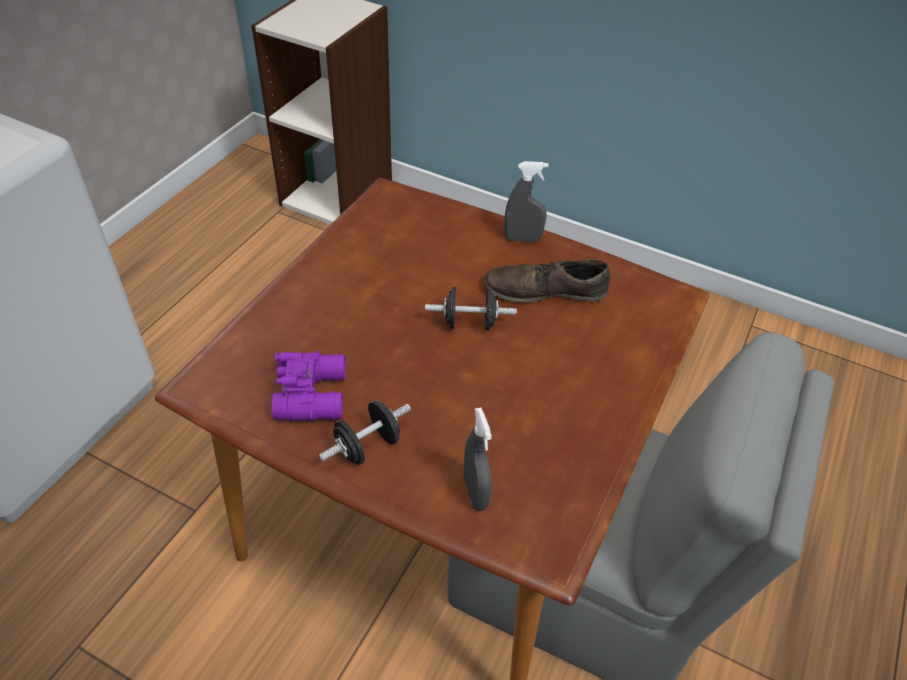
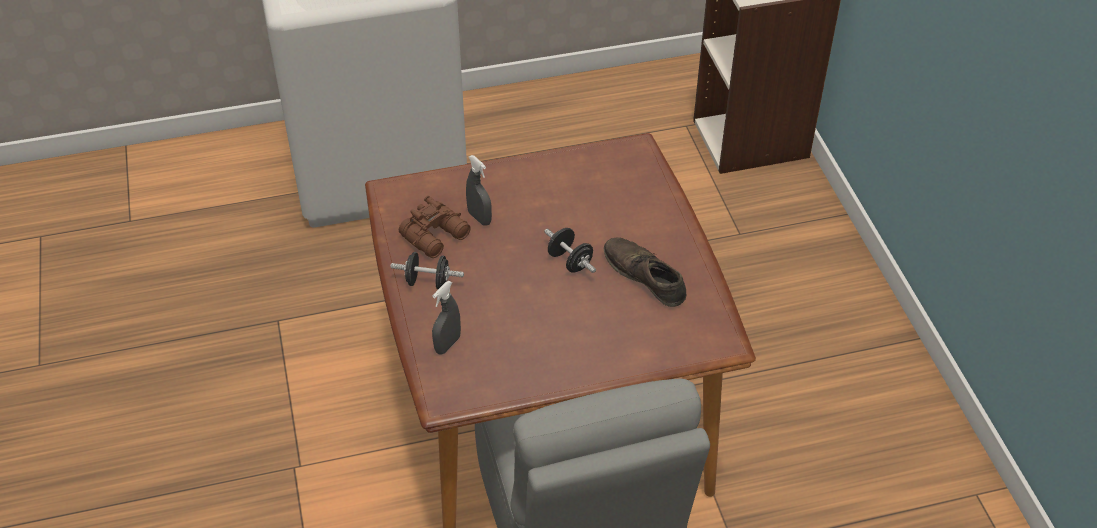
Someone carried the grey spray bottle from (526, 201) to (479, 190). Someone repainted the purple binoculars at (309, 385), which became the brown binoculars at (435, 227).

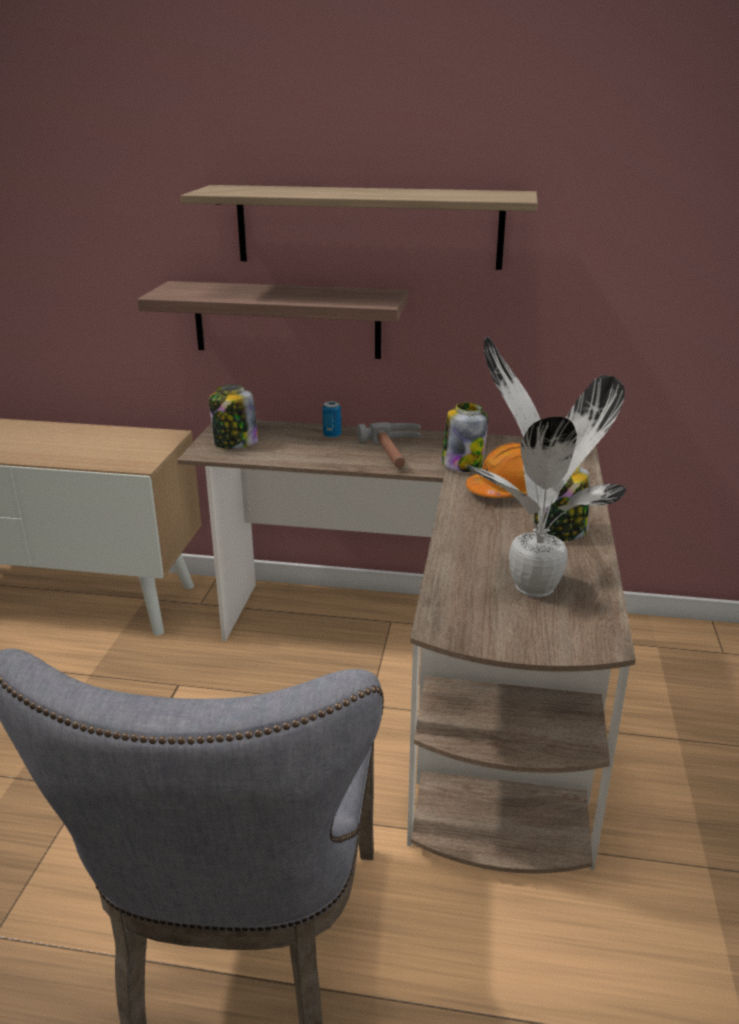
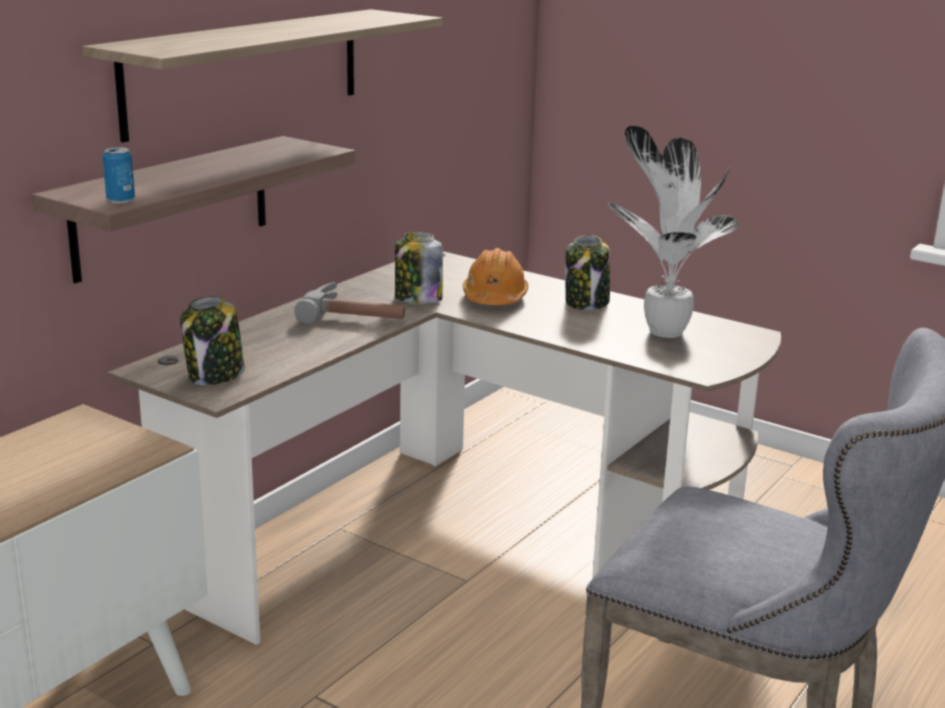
Someone carried the can from (332, 419) to (118, 175).

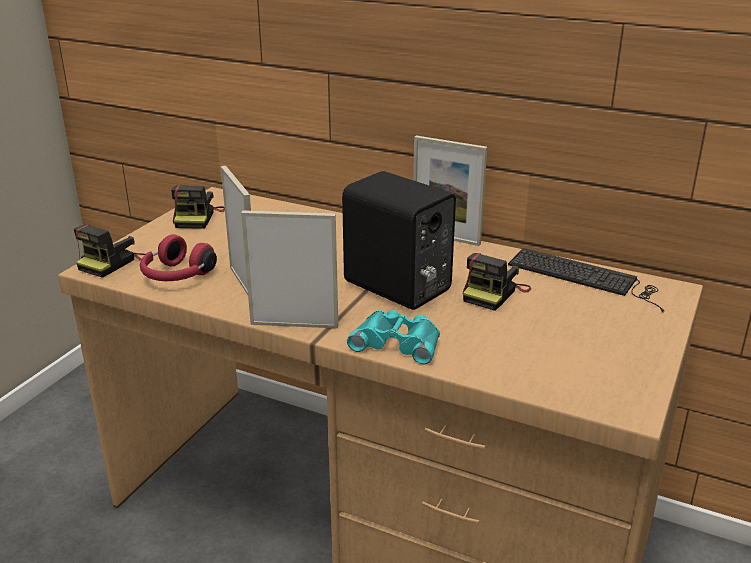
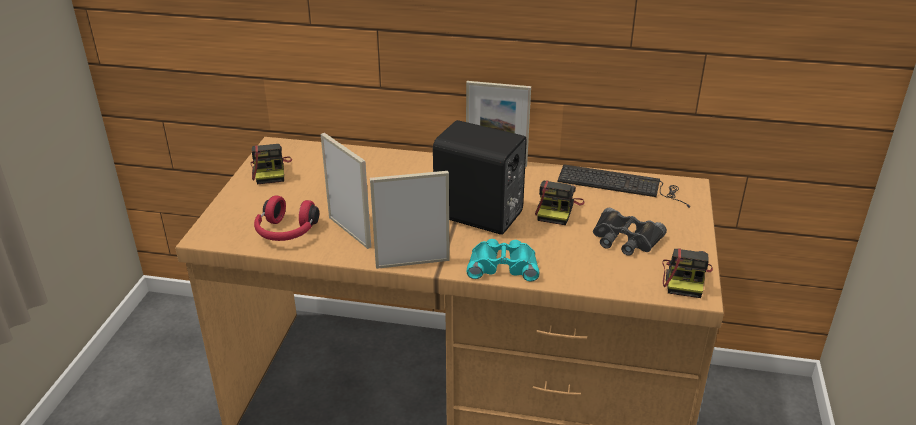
Someone put down the black binoculars at (630, 232). Someone carried the photo camera from (109, 251) to (687, 273).

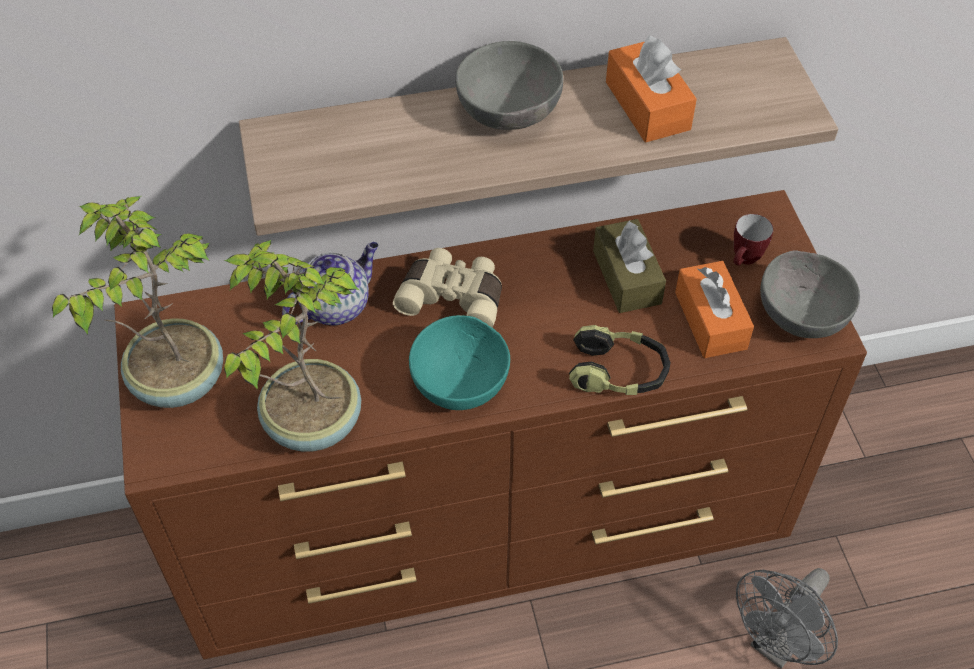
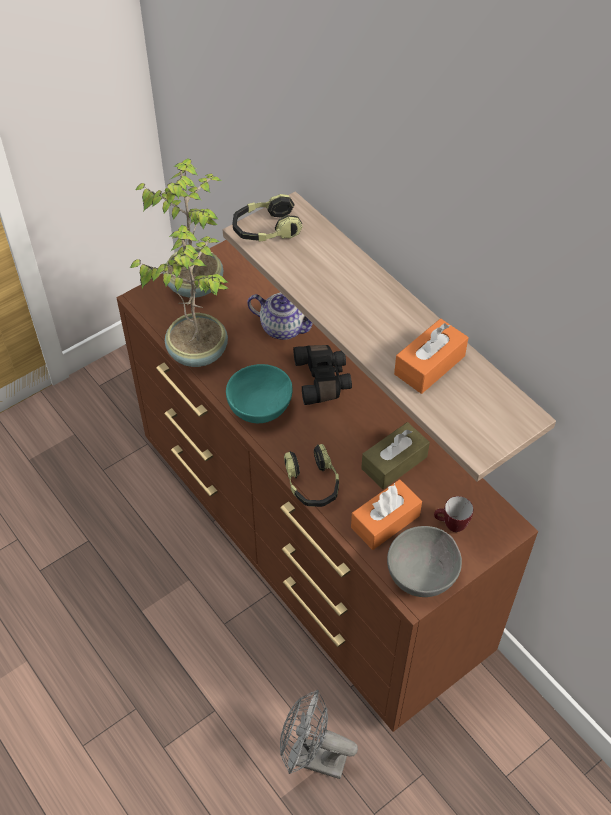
Someone took away the grey bowl at (509, 85). Someone put down the headphones at (268, 218). Someone repainted the beige binoculars at (447, 288), which became the black binoculars at (322, 375).

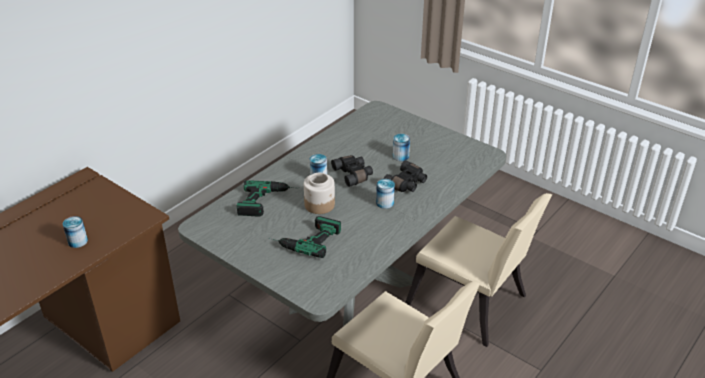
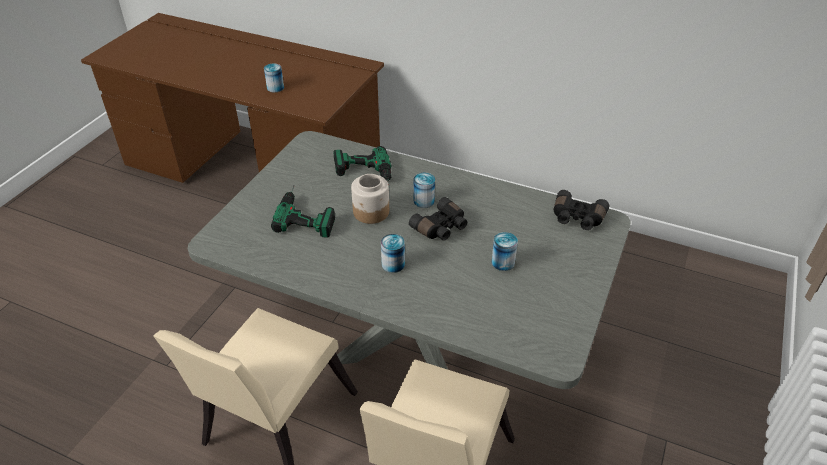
Someone carried the black binoculars from (405, 176) to (581, 210).

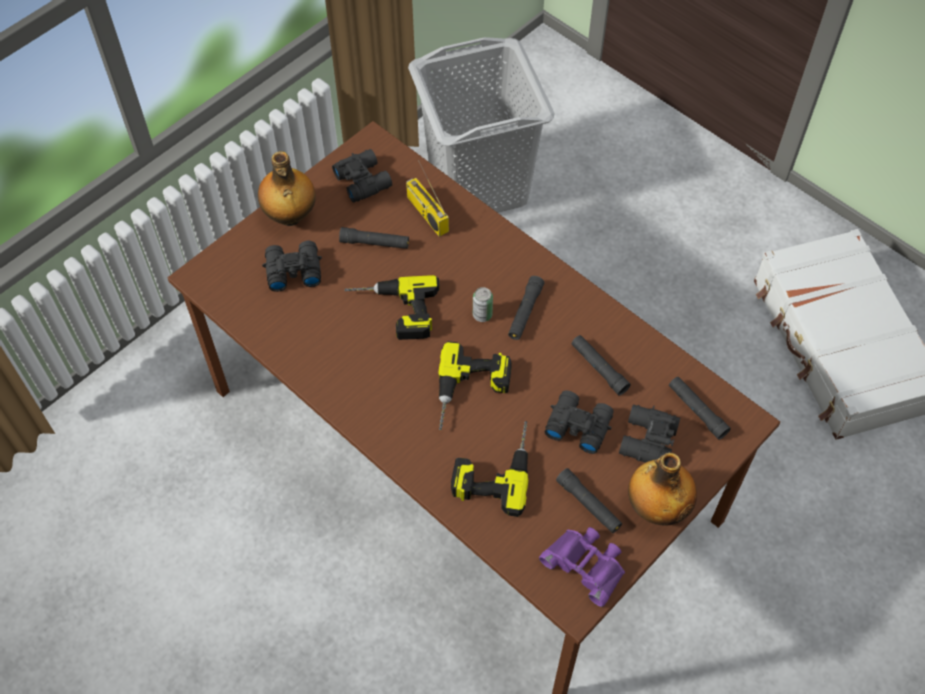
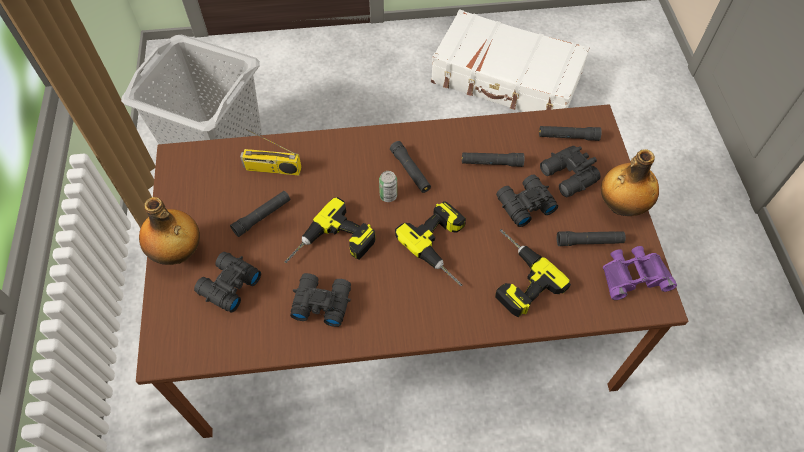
Someone carried the black binoculars from (362, 175) to (320, 300).

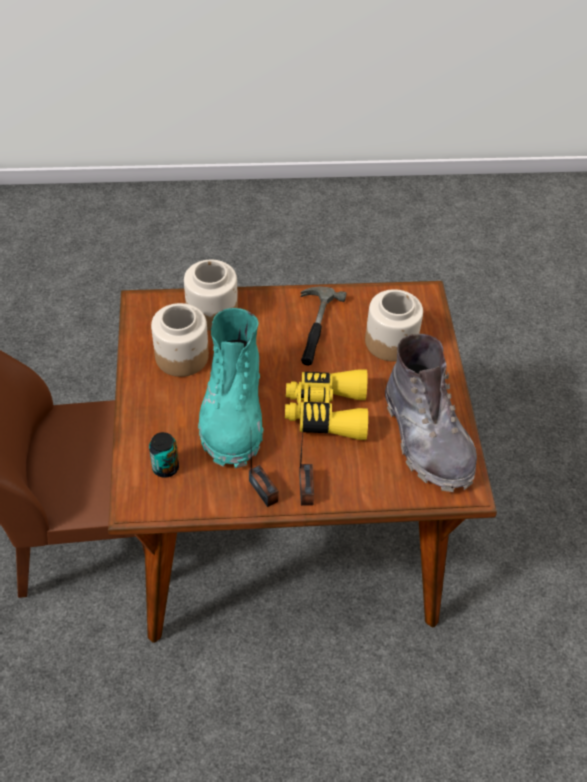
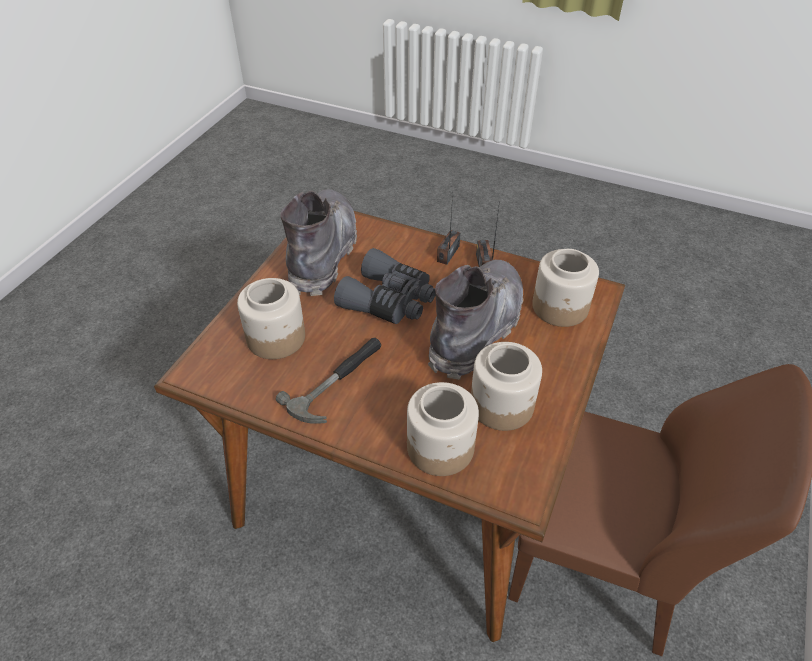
Someone swapped the can at (164, 455) for the jar at (565, 288). Someone repainted the turquoise boot at (231, 388), which became the grey boot at (475, 320). Someone repainted the yellow binoculars at (326, 404), which became the grey binoculars at (384, 286).

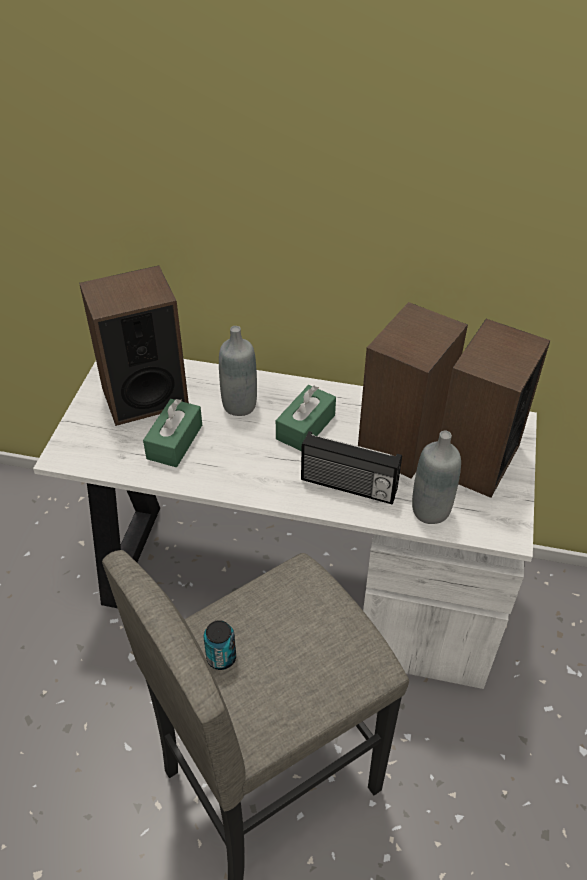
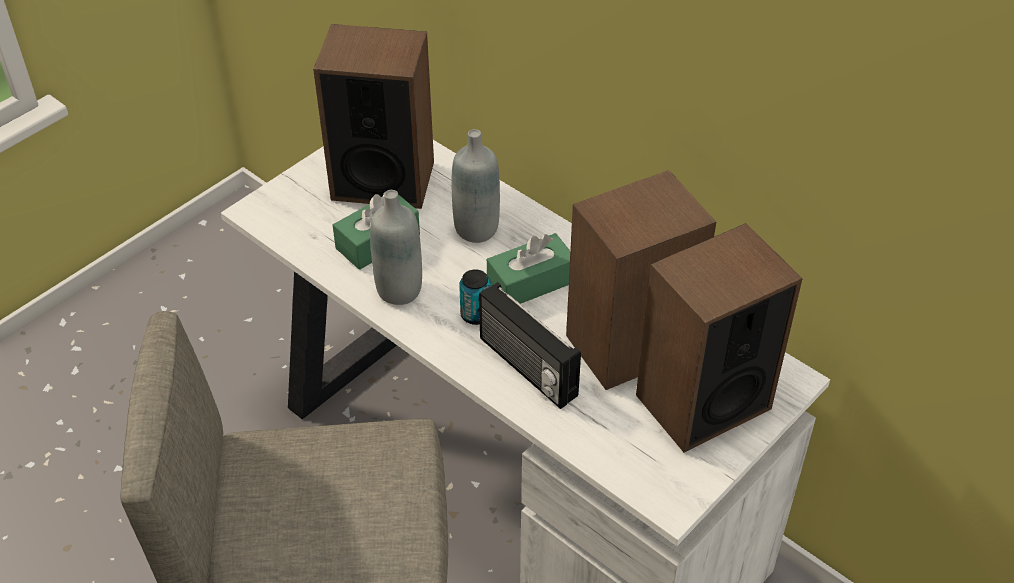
Someone carried the can from (220, 645) to (475, 297). Someone carried the grey bottle from (436, 477) to (396, 247).

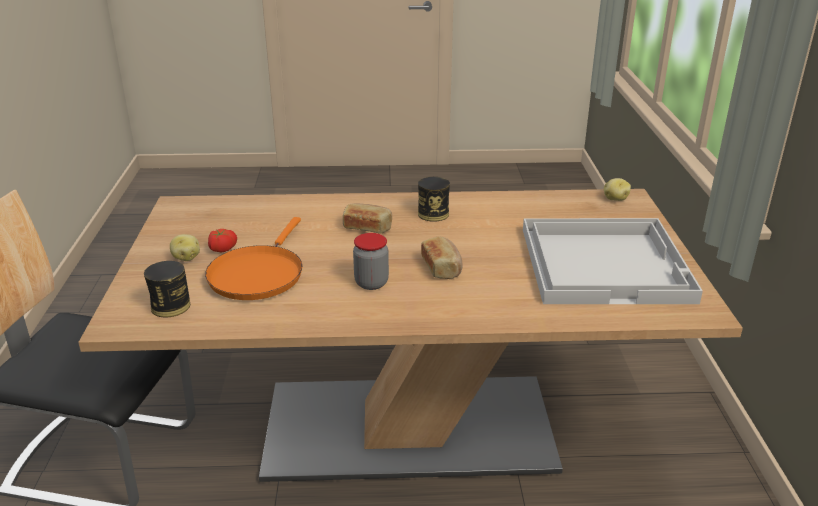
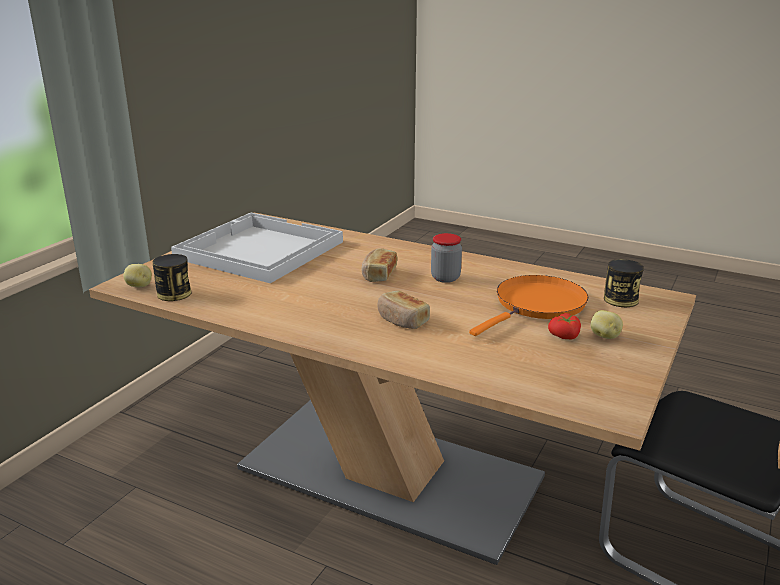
Someone carried the can from (434, 199) to (171, 277).

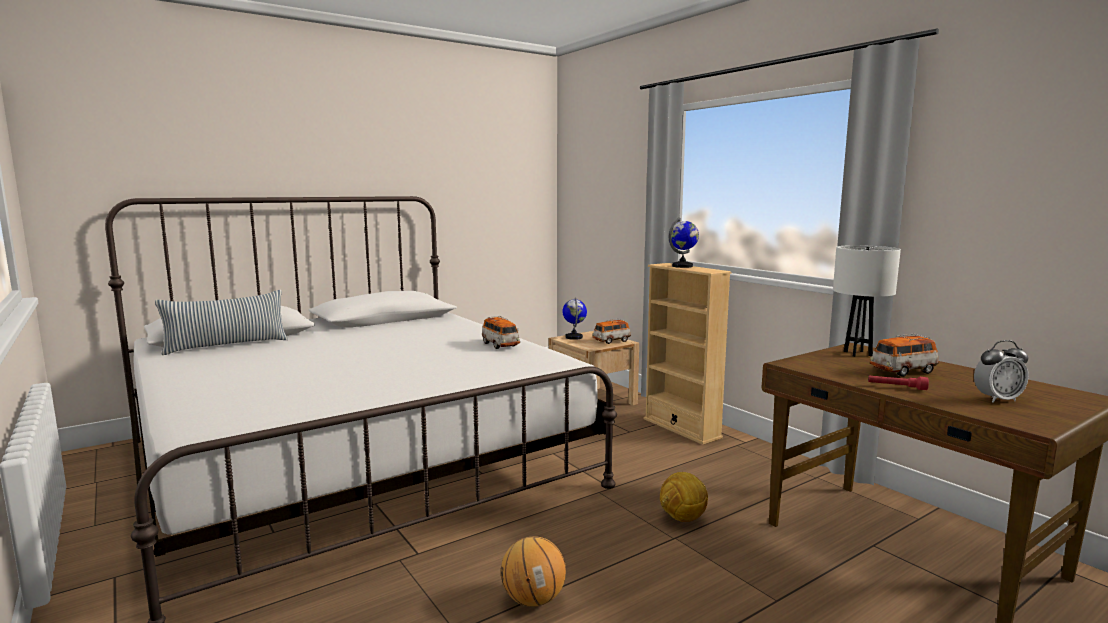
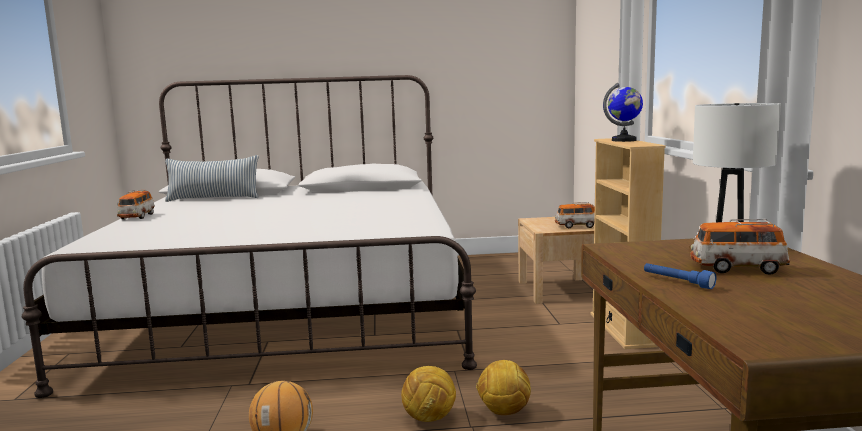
Someone took away the globe at (575, 318). Someone took away the alarm clock at (1001, 371). Someone put down the football at (428, 394). Someone carried the toy car from (501, 332) to (136, 205). Someone repainted the red flashlight at (898, 383), which became the blue flashlight at (680, 276).

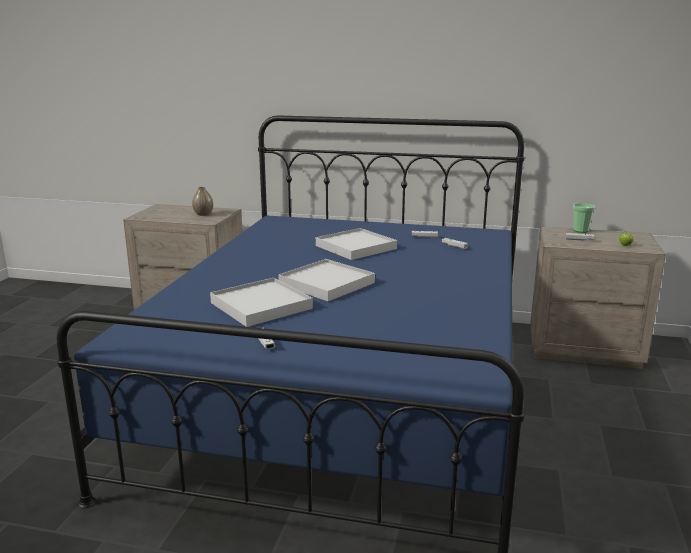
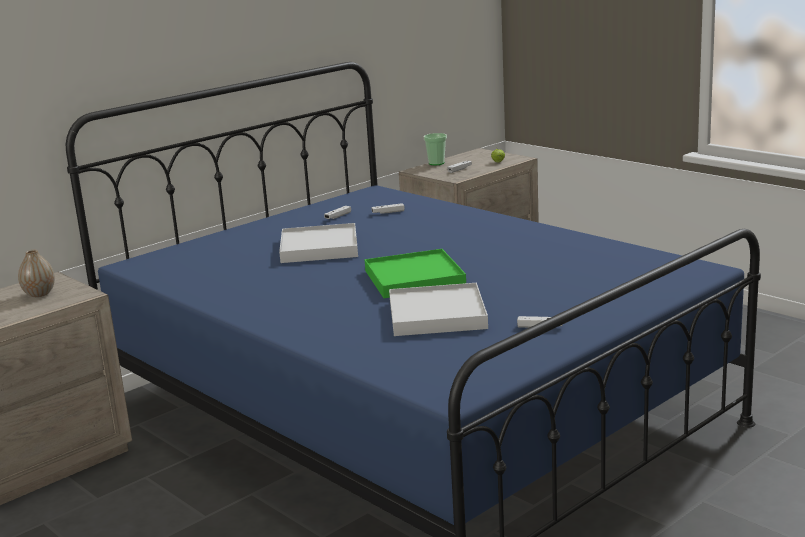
Someone repainted the white tray at (326, 280), which became the green tray at (415, 273).

